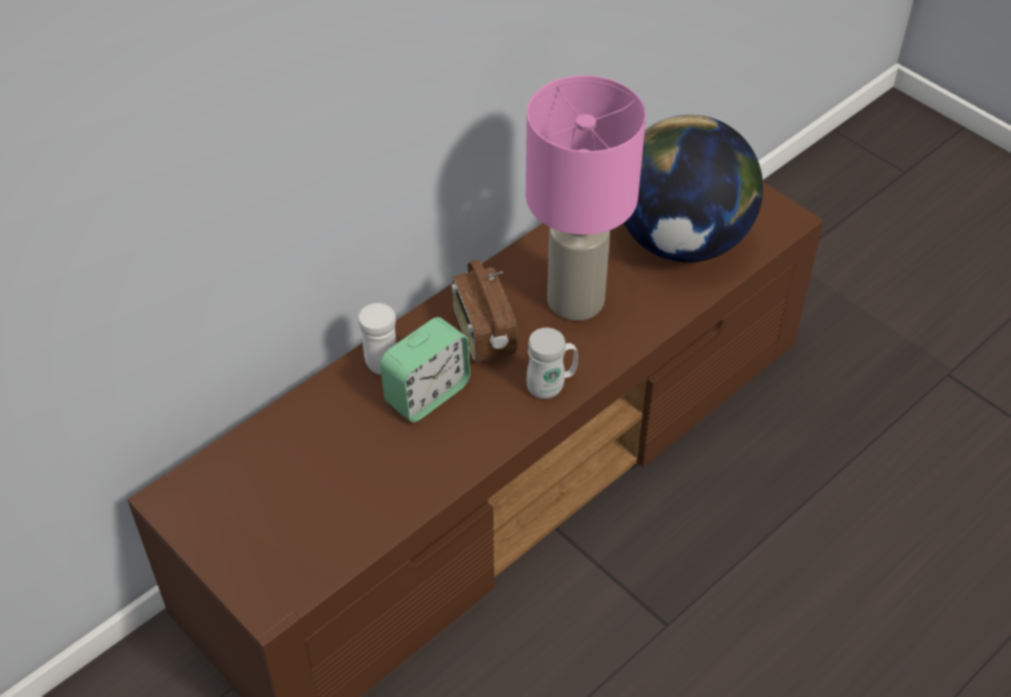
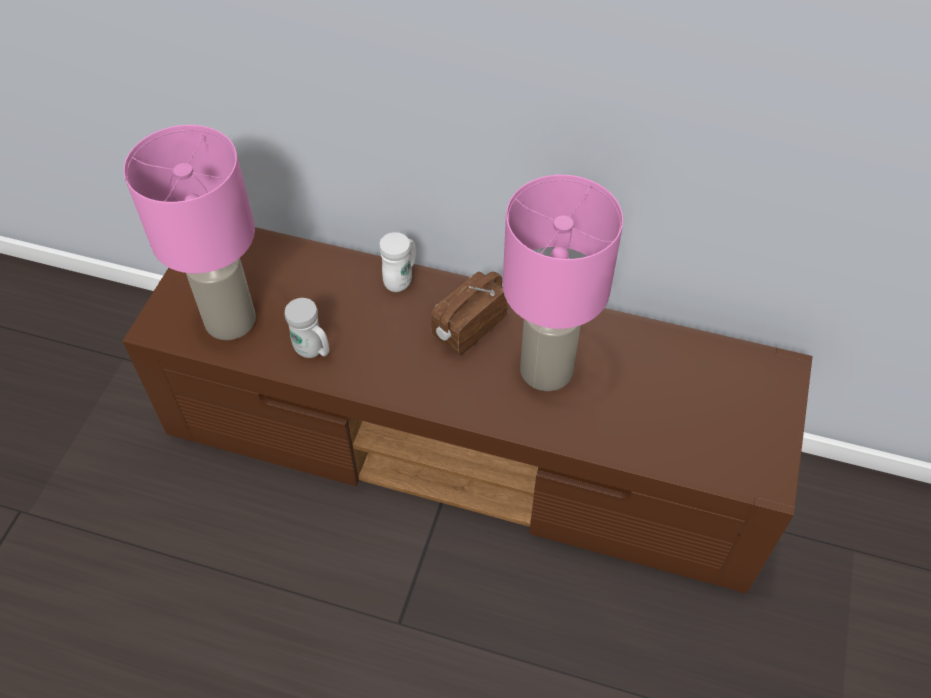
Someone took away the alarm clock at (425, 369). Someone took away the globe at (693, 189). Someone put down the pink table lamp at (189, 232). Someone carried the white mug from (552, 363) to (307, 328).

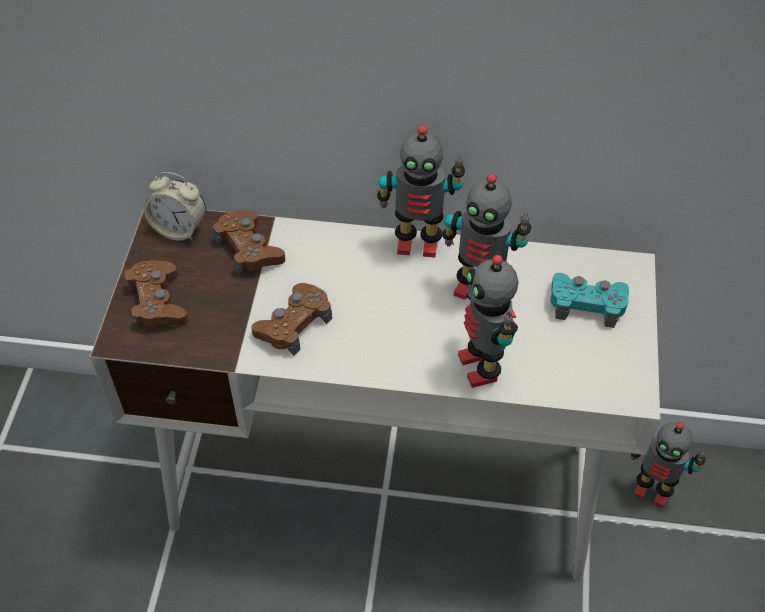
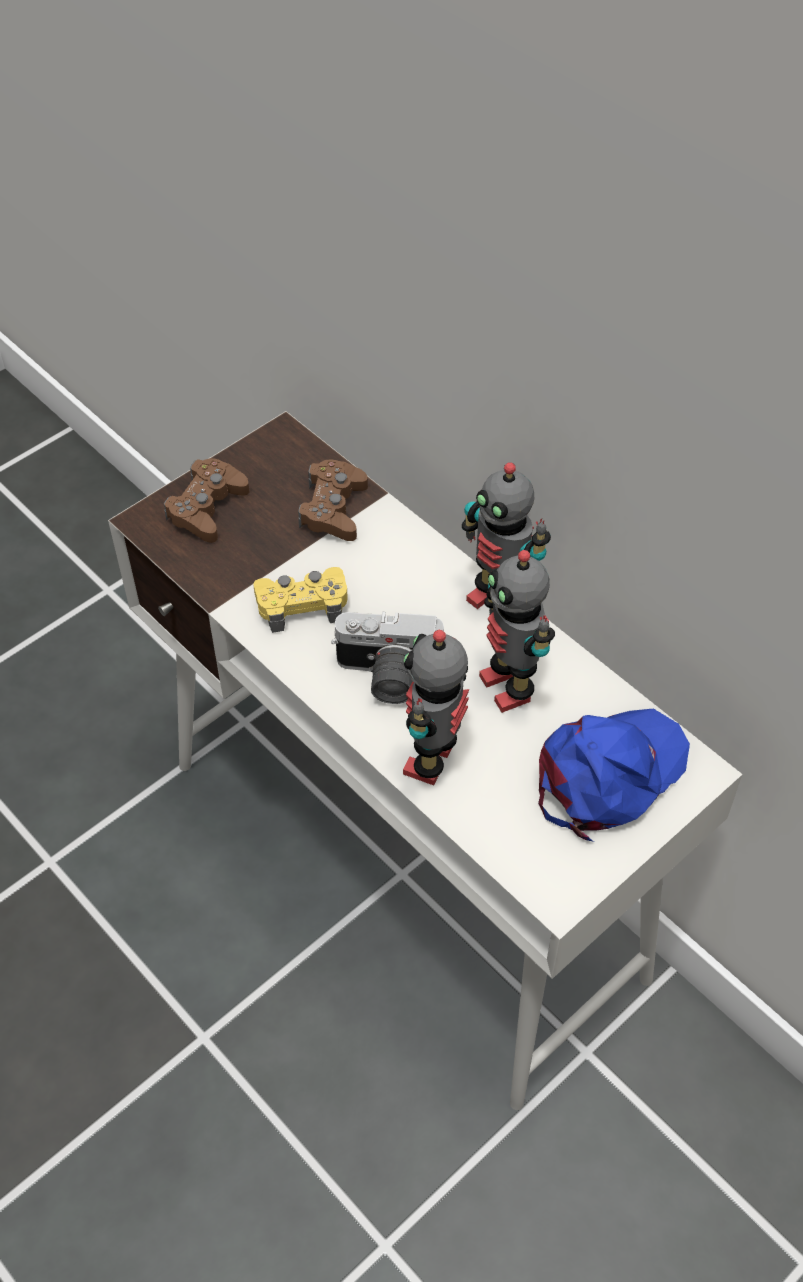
Someone took away the alarm clock at (175, 206). Someone took away the toy robot at (668, 465). Someone put down the photo camera at (387, 658). Someone swapped the turquoise game controller at (589, 300) for the blue cap at (614, 775). Someone repainted the brown game controller at (291, 319), which became the yellow game controller at (300, 600).

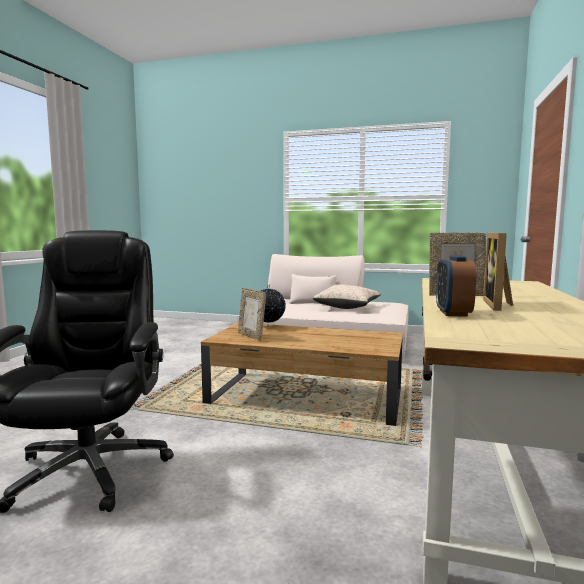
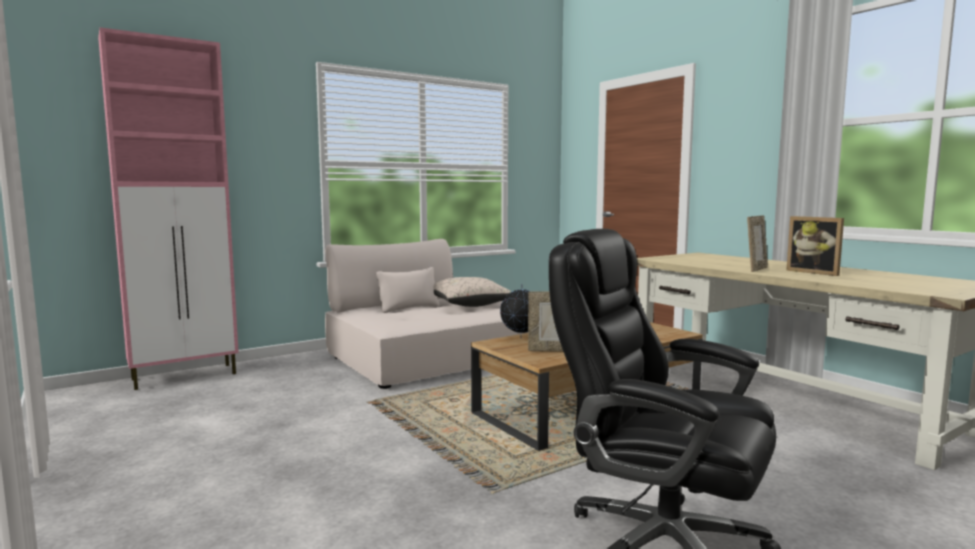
Someone took away the alarm clock at (456, 286). Someone put down the pink cabinet at (168, 208).

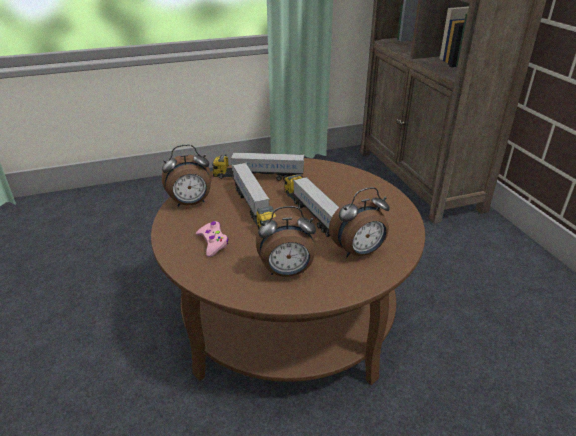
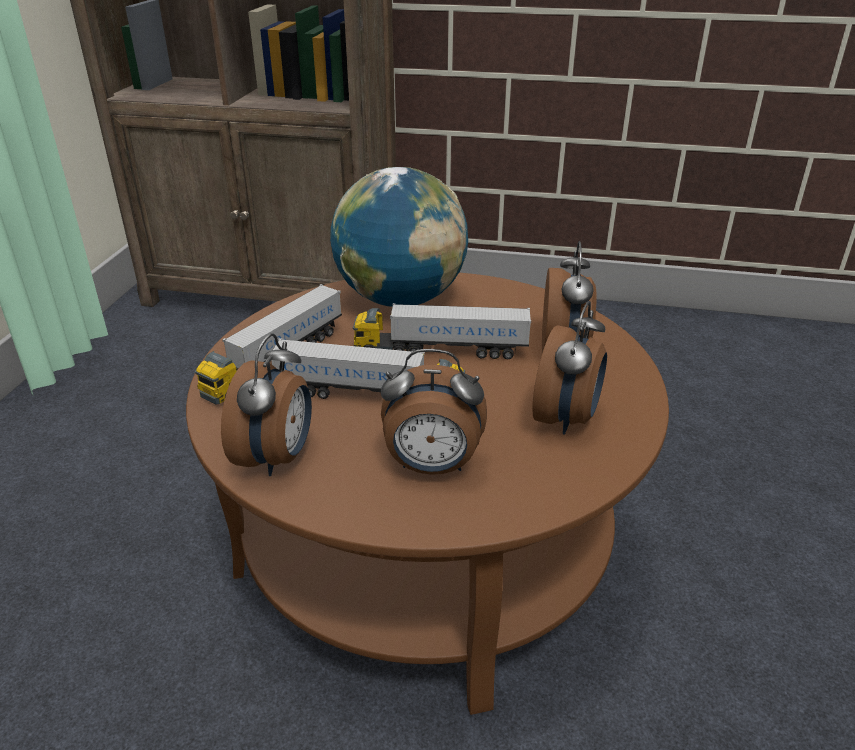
Someone put down the globe at (399, 237). Someone swapped the pink game controller at (212, 239) for the alarm clock at (434, 412).

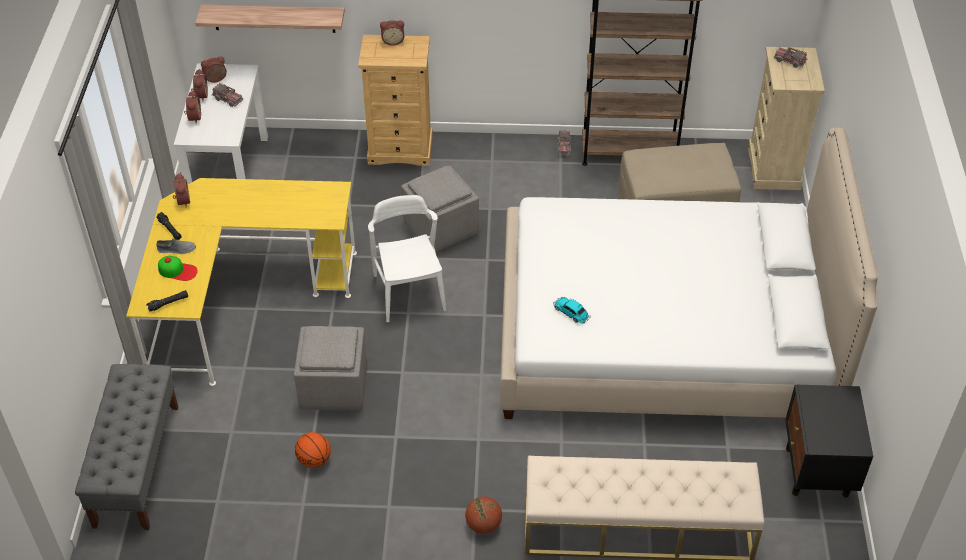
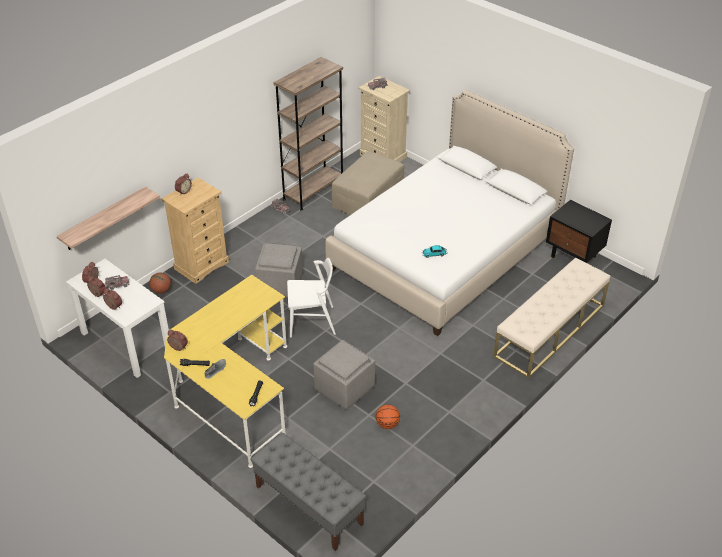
Someone took away the cap at (178, 268). Someone carried the basketball from (483, 515) to (160, 283). Someone rotated the white chair at (407, 258) by 150 degrees clockwise.

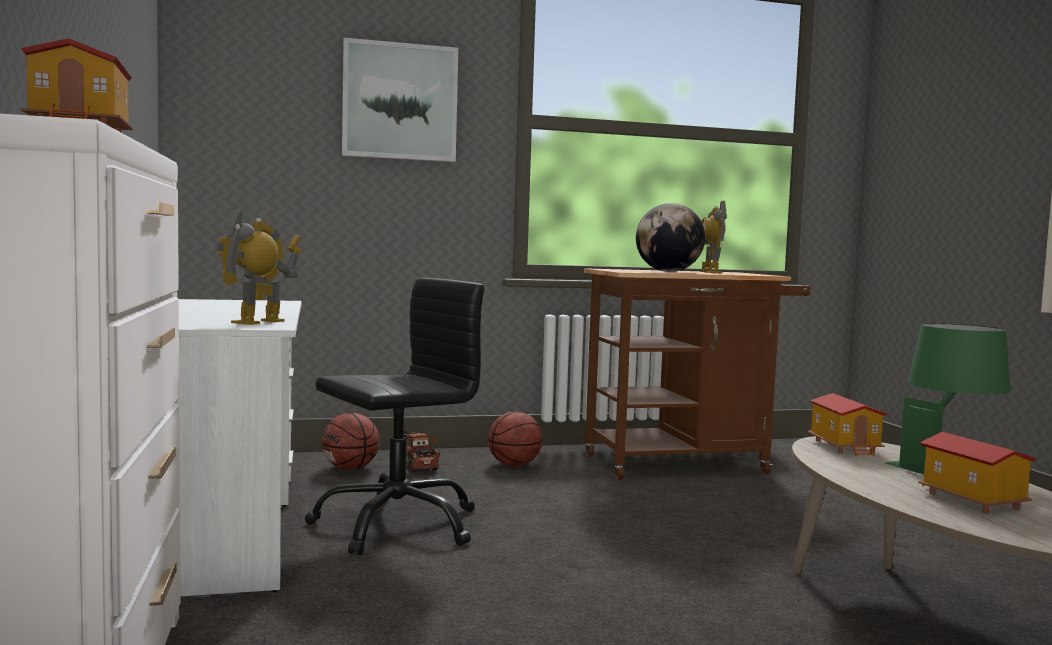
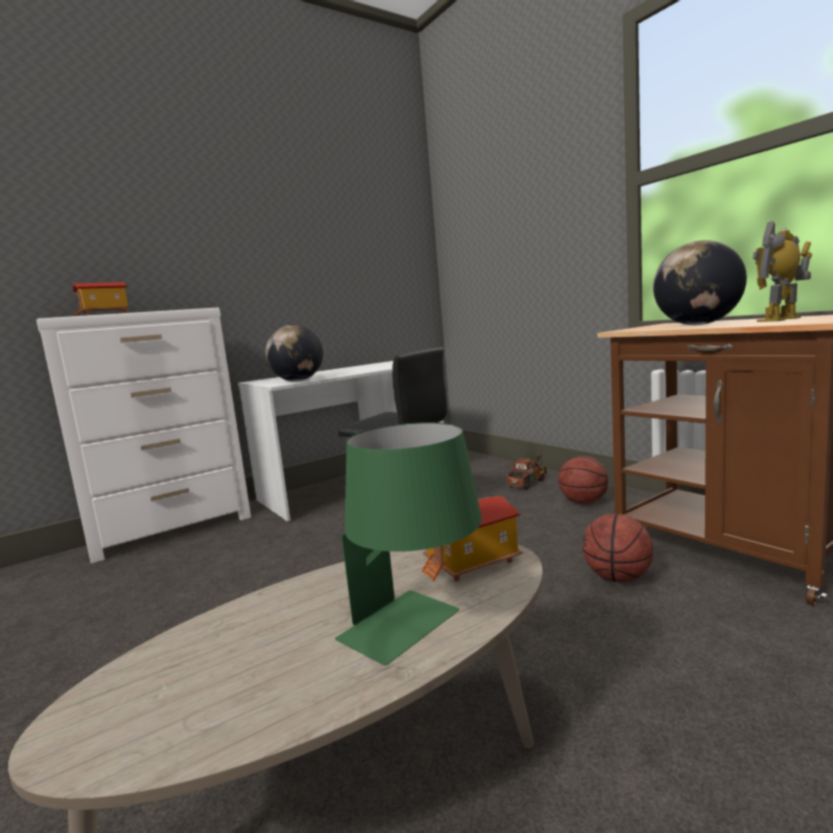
Someone took away the picture at (400, 100). Someone took away the toy house at (977, 473). Someone carried the basketball from (350, 441) to (617, 548). Someone swapped the toy robot at (258, 267) for the globe at (294, 353).

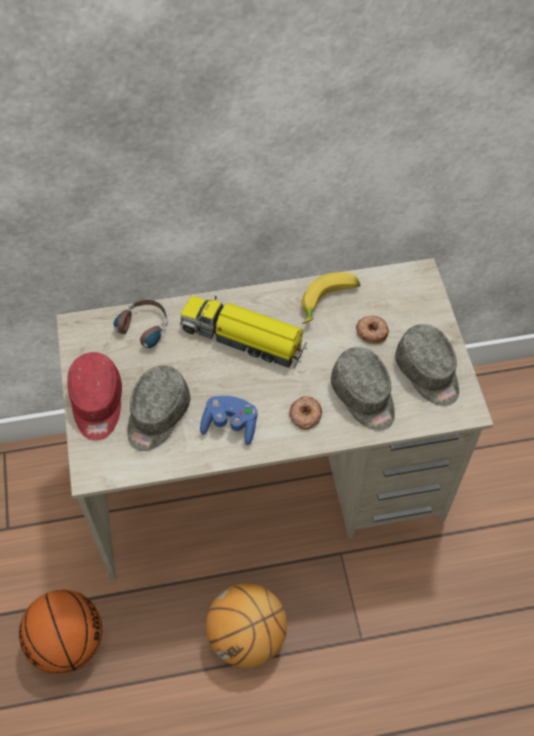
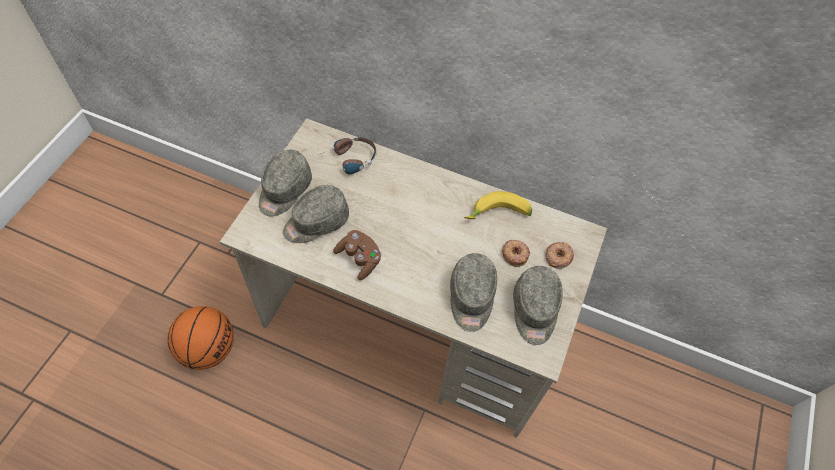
Someone took away the toy truck at (243, 332). Someone took away the basketball at (246, 625). Someone carried the donut from (305, 413) to (560, 255). Someone repainted the red cap at (94, 396), which became the grey cap at (285, 183). Someone repainted the blue game controller at (229, 420), which became the brown game controller at (357, 255).

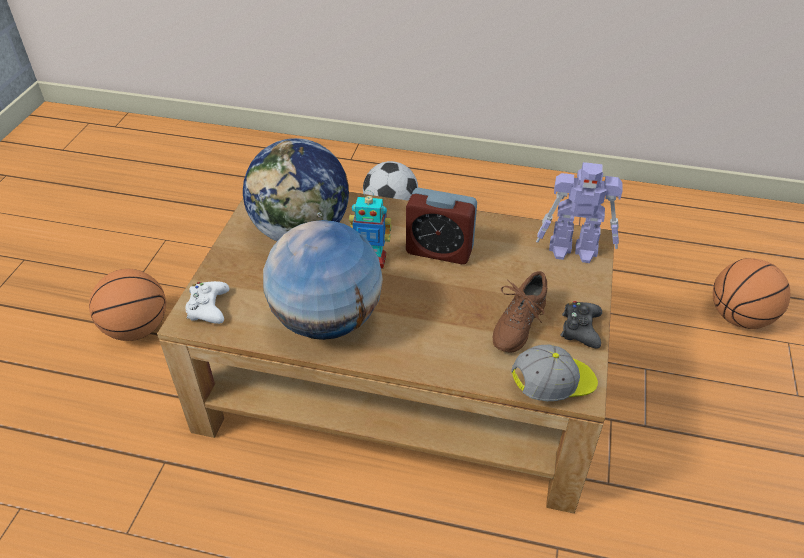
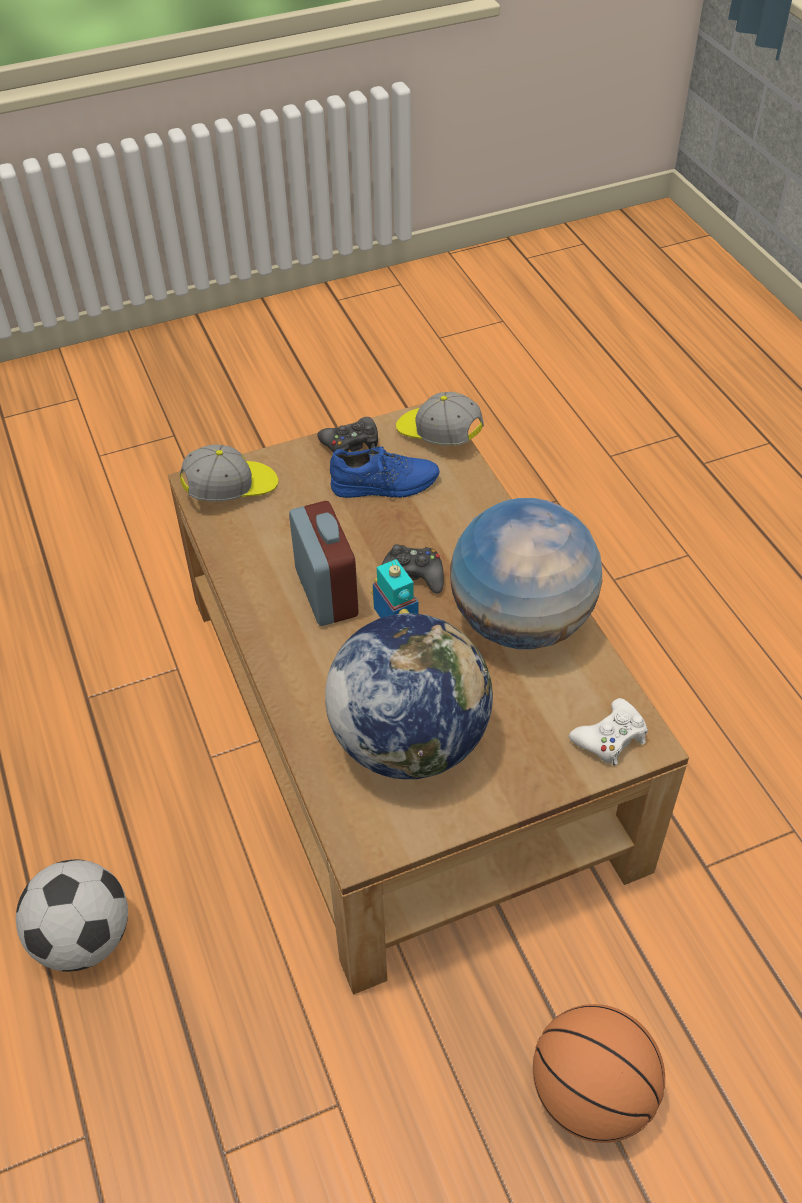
Someone took away the basketball at (751, 293). Someone put down the black game controller at (413, 569). Someone swapped the toy robot at (579, 212) for the cap at (229, 473). Someone repainted the brown shoe at (520, 311), which became the blue shoe at (384, 472).

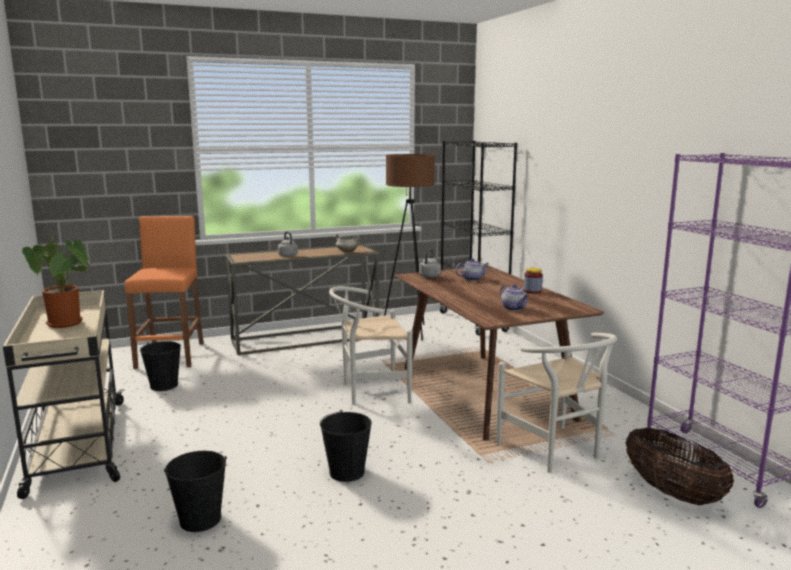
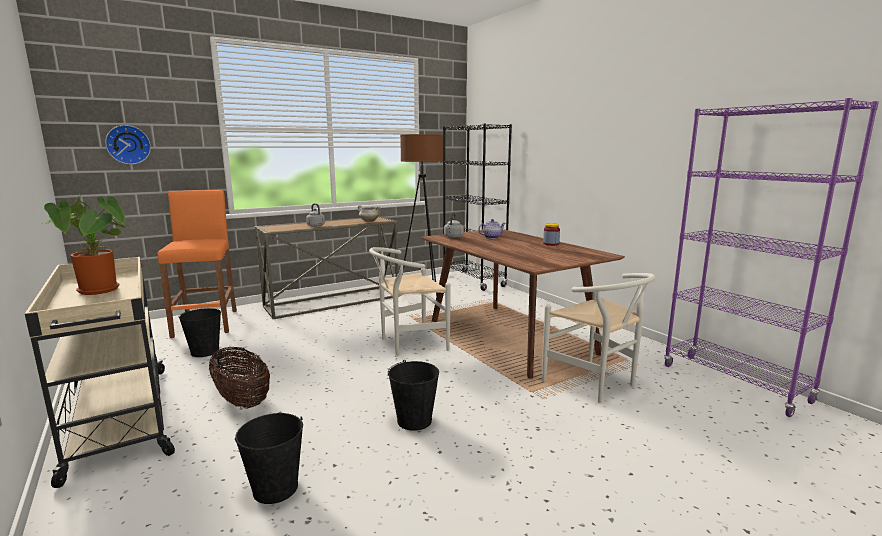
Someone took away the teapot at (514, 297). Someone put up the wall clock at (128, 145). Someone carried the basket from (680, 466) to (239, 378).

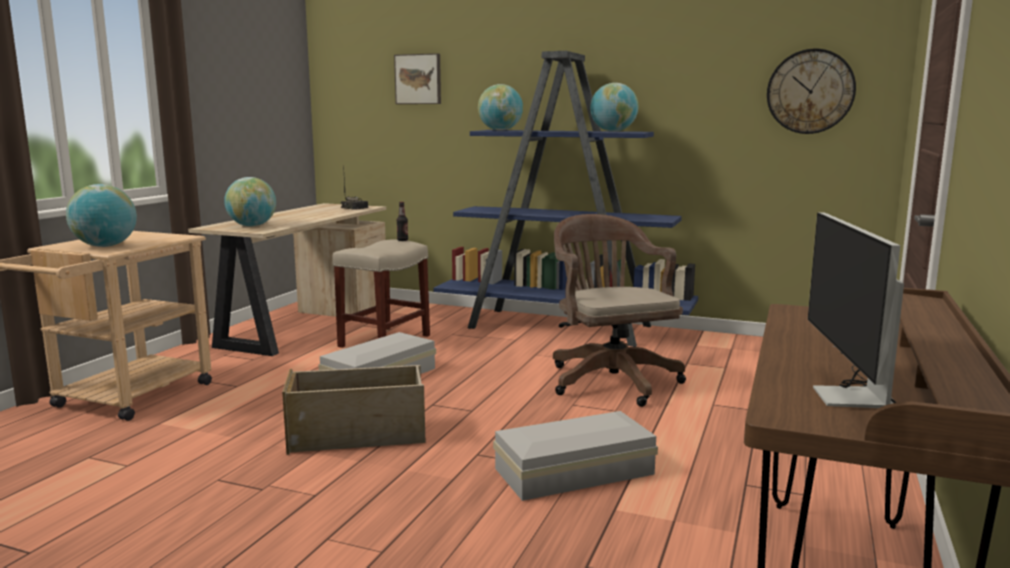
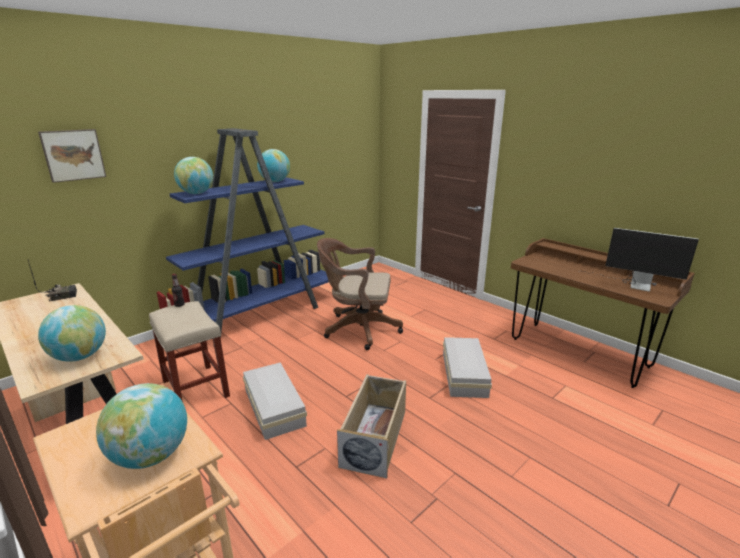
Someone took away the wall clock at (811, 91).

